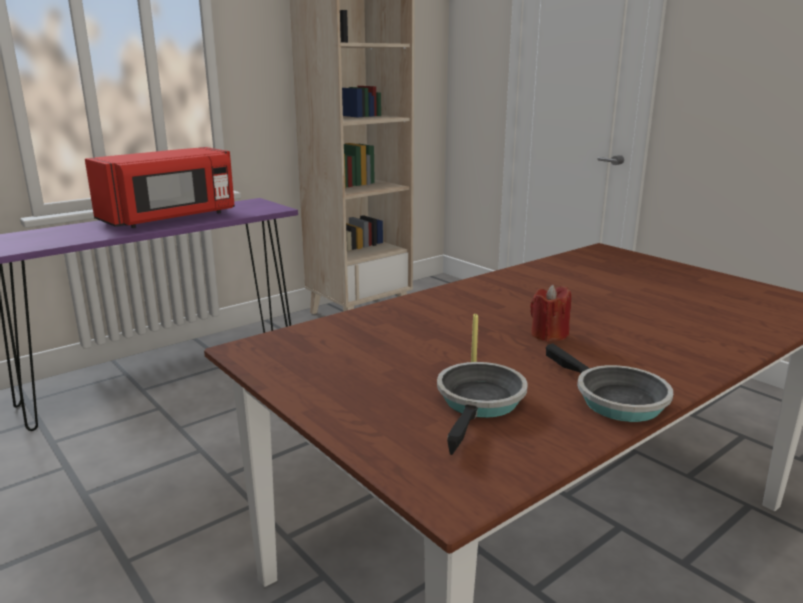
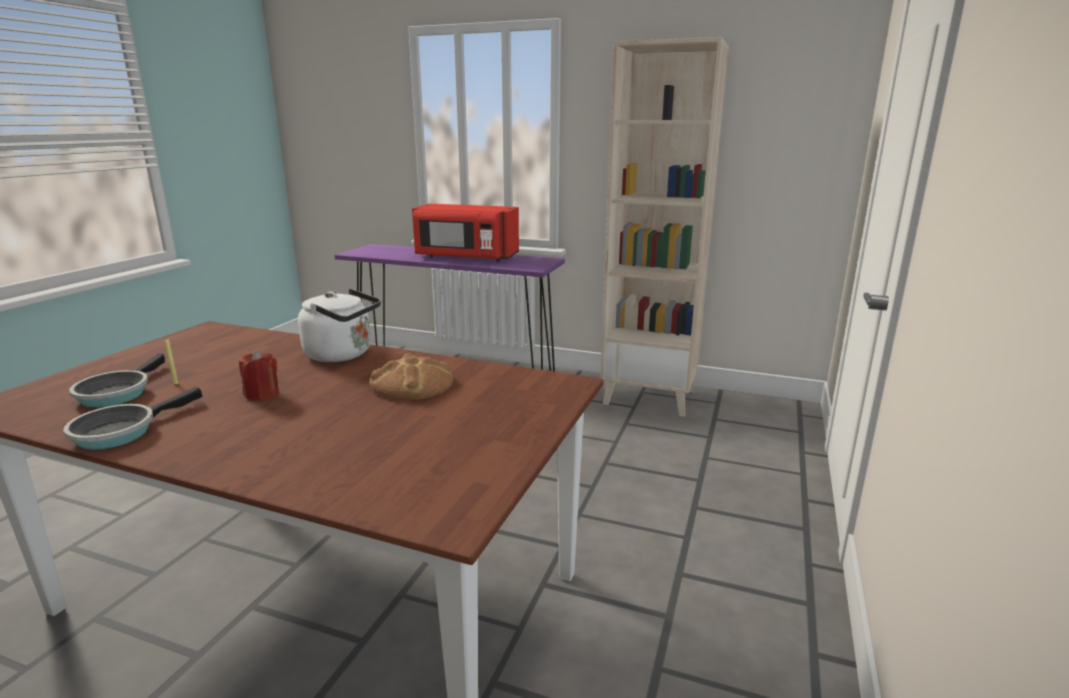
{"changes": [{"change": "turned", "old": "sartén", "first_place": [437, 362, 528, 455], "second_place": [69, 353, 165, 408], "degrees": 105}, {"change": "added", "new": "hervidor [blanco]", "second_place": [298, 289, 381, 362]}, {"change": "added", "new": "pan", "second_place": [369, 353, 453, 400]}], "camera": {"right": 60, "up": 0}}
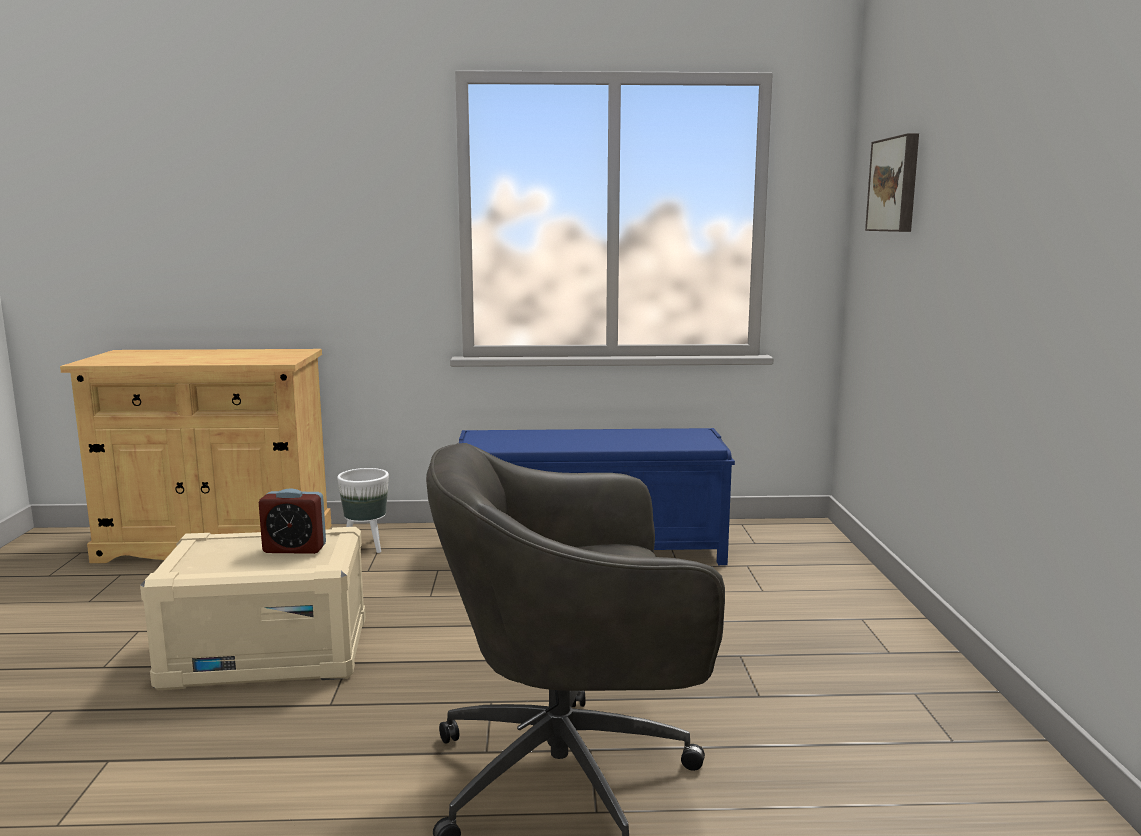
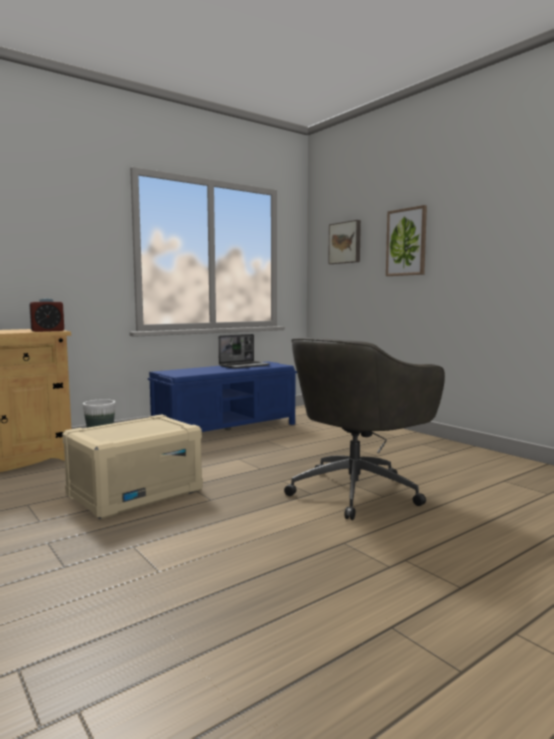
{"changes": [{"change": "moved", "old": "despertador", "first_place": [259, 488, 326, 554], "second_place": [29, 298, 64, 332]}, {"change": "added", "new": "portátil", "second_place": [218, 334, 270, 369]}, {"change": "added", "new": "cuadro", "second_place": [386, 205, 427, 276]}], "camera": {"right": -35, "up": -5}}
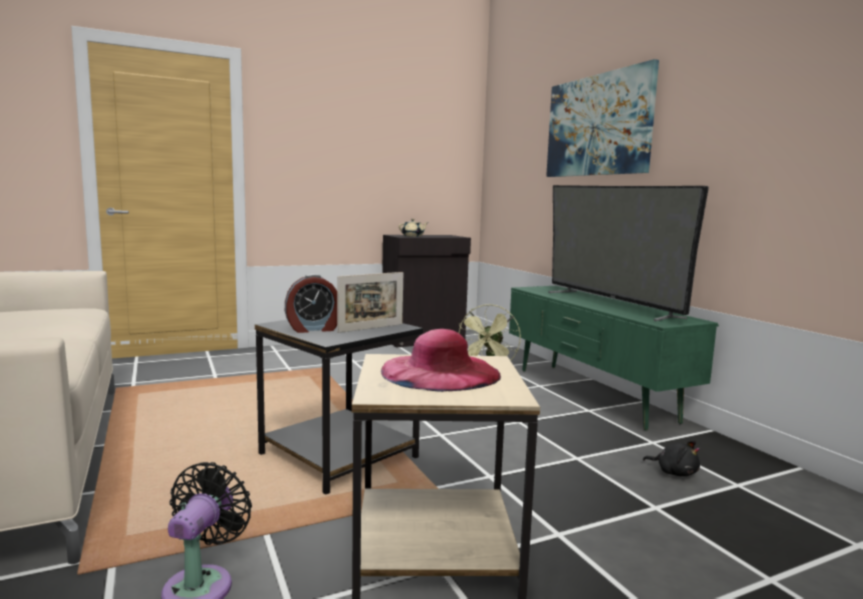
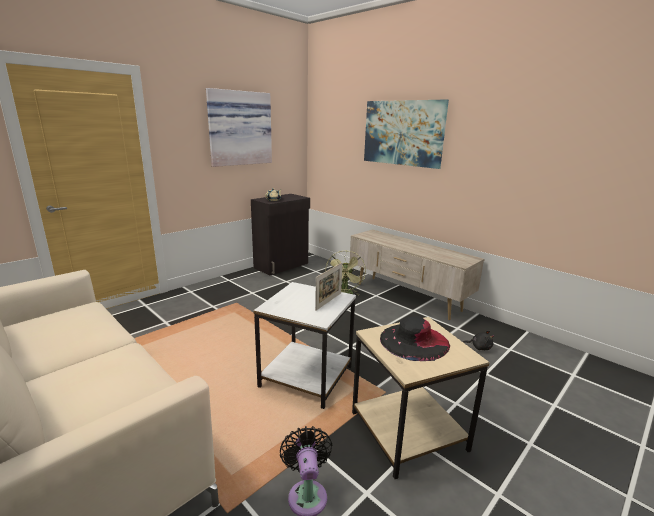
{"changes": [{"change": "added", "new": "cuadro", "second_place": [206, 88, 272, 167]}, {"change": "recoloured", "old": "mesa auxiliar [negro]", "new": "mesa auxiliar [blanco]", "first_place": [255, 320, 423, 494], "second_place": [253, 282, 356, 409]}, {"change": "recoloured", "old": "mueble de televisión [verde]", "new": "mueble de televisión [beis]", "first_place": [509, 286, 719, 431], "second_place": [350, 230, 485, 320]}, {"change": "recoloured", "old": "sombrero [rosa]", "new": "sombrero [negro]", "first_place": [381, 329, 501, 392], "second_place": [380, 316, 450, 361]}, {"change": "removed", "old": "despertador", "first_place": [285, 274, 337, 333]}, {"change": "removed", "old": "televisor", "first_place": [548, 185, 709, 321]}], "camera": {"right": -20, "up": 10}}
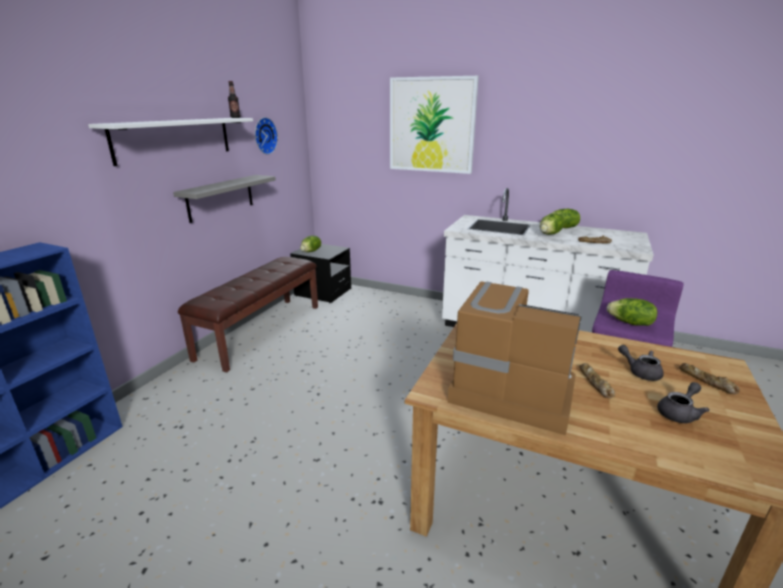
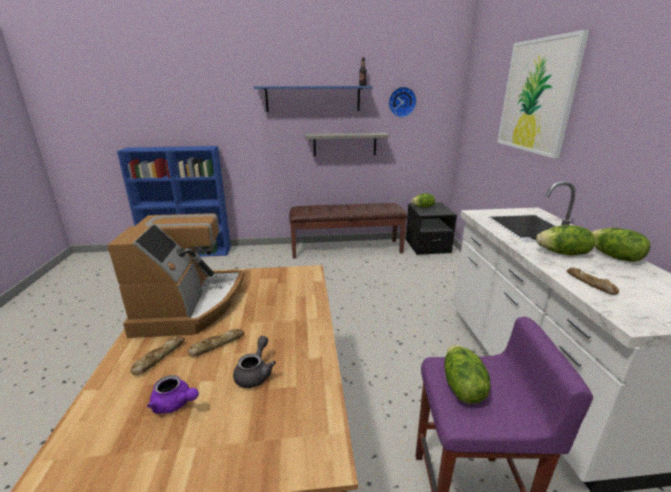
{"changes": [{"change": "moved", "old": "pan", "first_place": [679, 363, 740, 394], "second_place": [130, 336, 185, 375]}, {"change": "recoloured", "old": "tetera [gris]", "new": "tetera [morado]", "first_place": [657, 382, 710, 423], "second_place": [147, 375, 199, 414]}, {"change": "recoloured", "old": "estante [blanco]", "new": "estante [azul]", "first_place": [88, 118, 253, 166], "second_place": [254, 86, 372, 112]}], "camera": {"right": 60, "up": 0}}
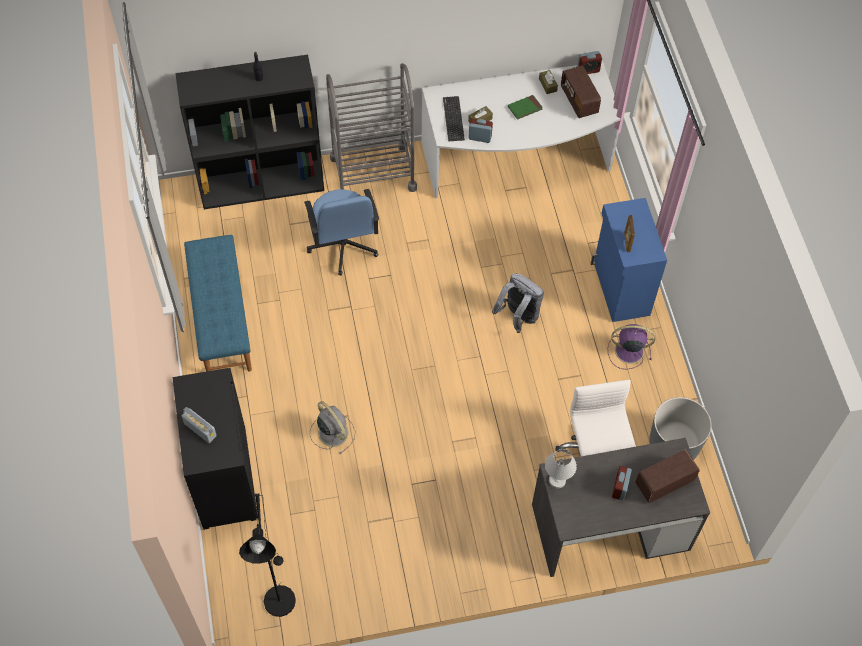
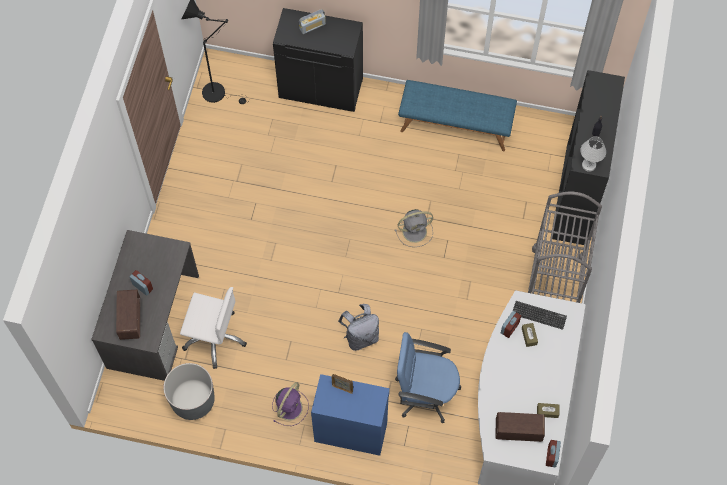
{"changes": [{"change": "moved", "old": "ventilador [gris]", "first_place": [310, 401, 355, 454], "second_place": [395, 209, 433, 247]}, {"change": "moved", "old": "silla de oficina [azul]", "first_place": [304, 189, 379, 276], "second_place": [395, 332, 461, 423]}, {"change": "moved", "old": "lámpara de mesa [blanco]", "first_place": [545, 449, 577, 488], "second_place": [580, 137, 606, 172]}, {"change": "removed", "old": "libro [verde]", "first_place": [508, 95, 543, 120]}], "camera": {"right": 115, "up": 5}}
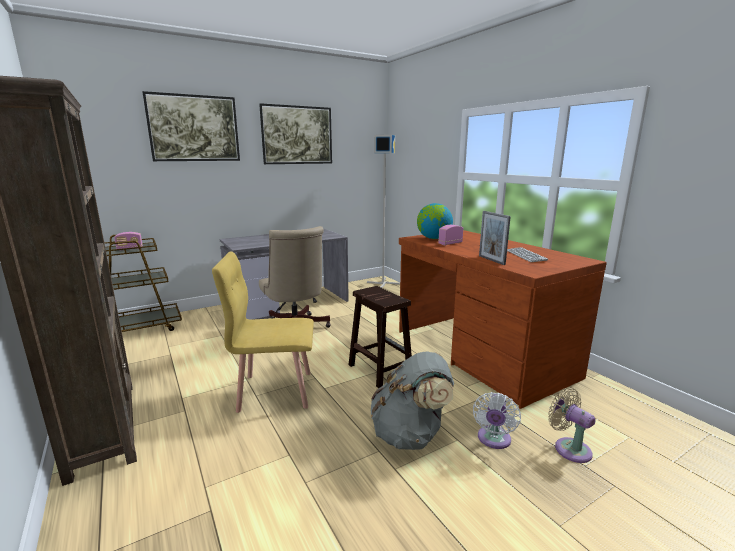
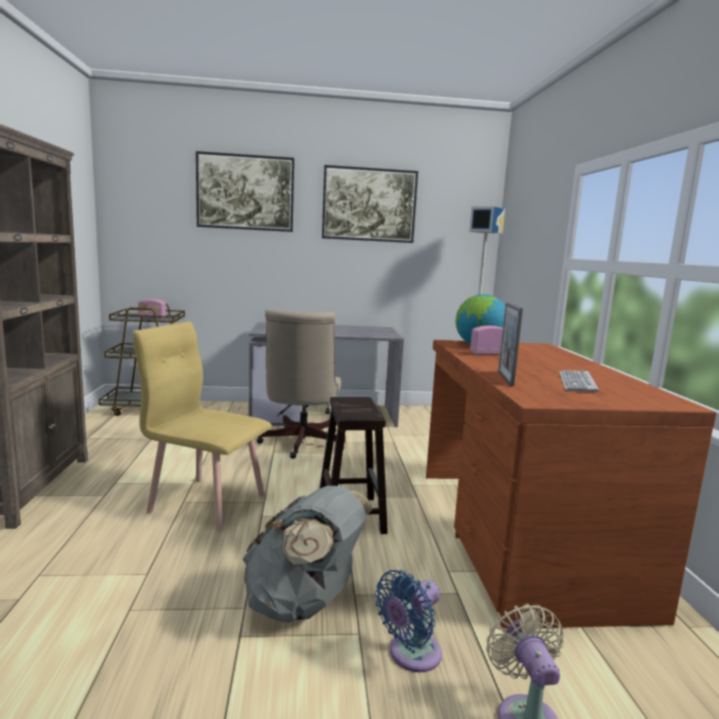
{"changes": [{"change": "recoloured", "old": "ventilador [blanco]", "new": "ventilador [azul]", "first_place": [473, 392, 521, 449], "second_place": [375, 570, 442, 672]}], "camera": {"right": 25, "up": -5}}
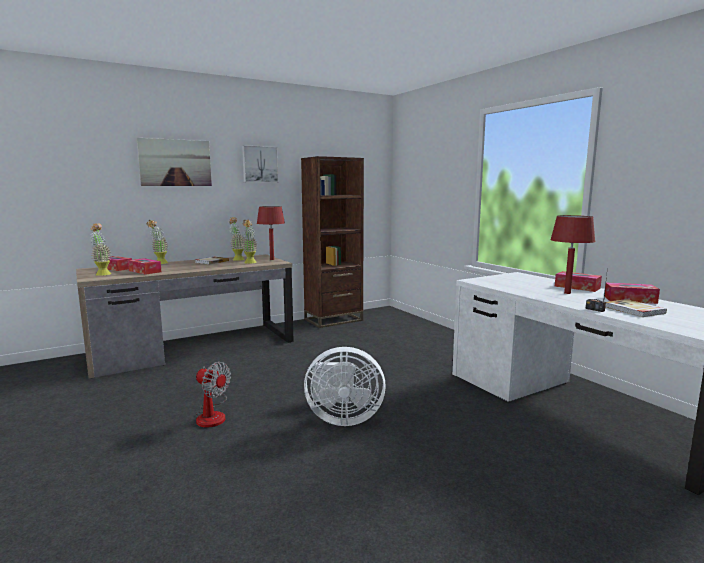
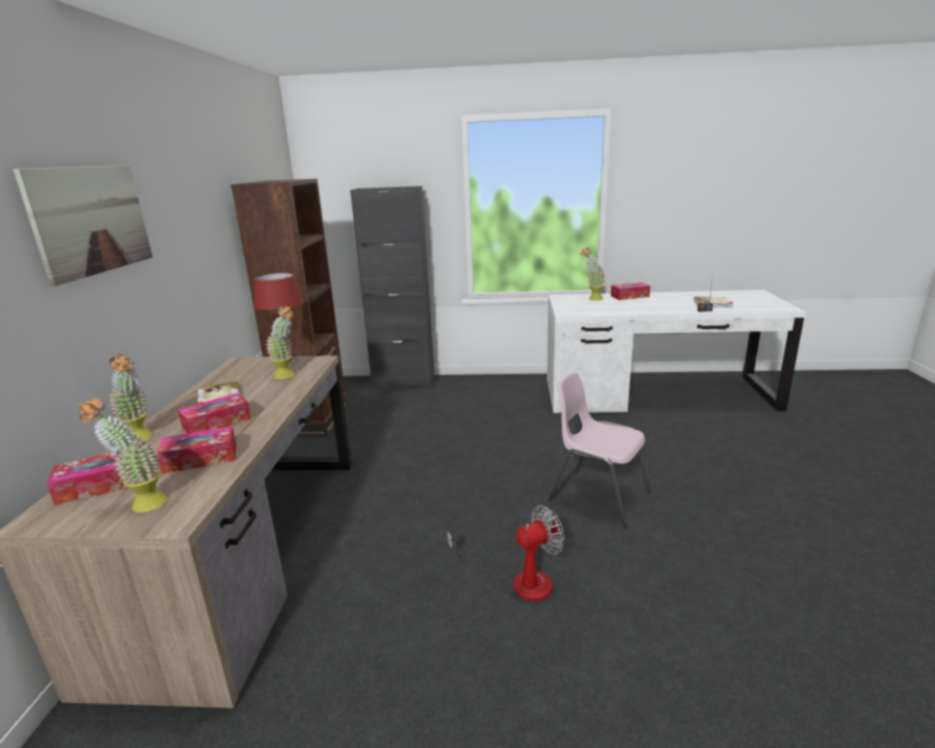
{"changes": [{"change": "moved", "old": "caja de pañuelos", "first_place": [605, 283, 660, 304], "second_place": [178, 393, 251, 433]}, {"change": "added", "new": "armario [negro]", "second_place": [350, 186, 435, 388]}, {"change": "replaced", "old": "ventilador [blanco]", "new": "silla [rosa]", "first_place": [304, 347, 386, 426], "second_place": [548, 372, 651, 529]}, {"change": "moved", "old": "planta en maceta", "first_place": [229, 217, 245, 261], "second_place": [581, 248, 606, 301]}, {"change": "removed", "old": "cuadro", "first_place": [242, 145, 279, 183]}, {"change": "removed", "old": "lámpara de mesa [rojo]", "first_place": [550, 215, 596, 294]}], "camera": {"right": -55, "up": 10}}
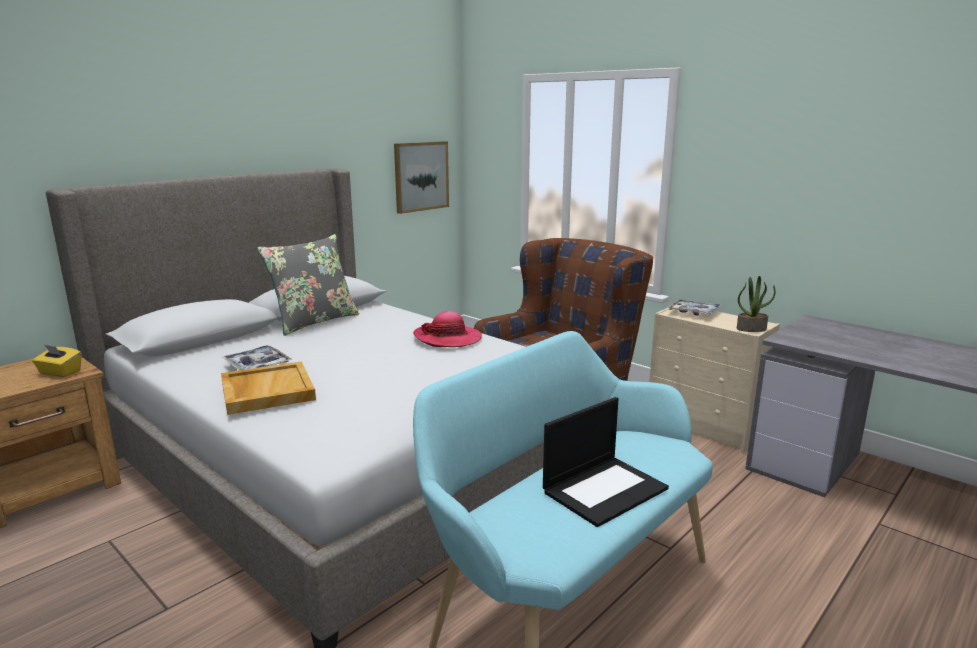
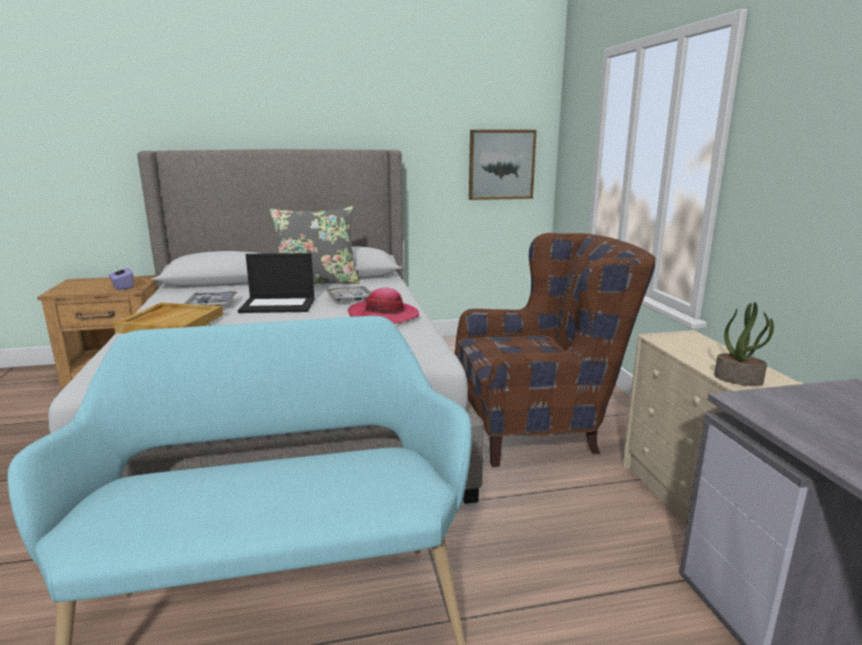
{"changes": [{"change": "recoloured", "old": "caja de pañuelos [amarillo]", "new": "caja de pañuelos [morado]", "first_place": [32, 344, 82, 377], "second_place": [109, 268, 134, 290]}, {"change": "moved", "old": "portátil", "first_place": [543, 397, 669, 527], "second_place": [238, 253, 315, 313]}, {"change": "moved", "old": "bandeja", "first_place": [667, 299, 722, 316], "second_place": [325, 286, 372, 301]}], "camera": {"right": 35, "up": 0}}
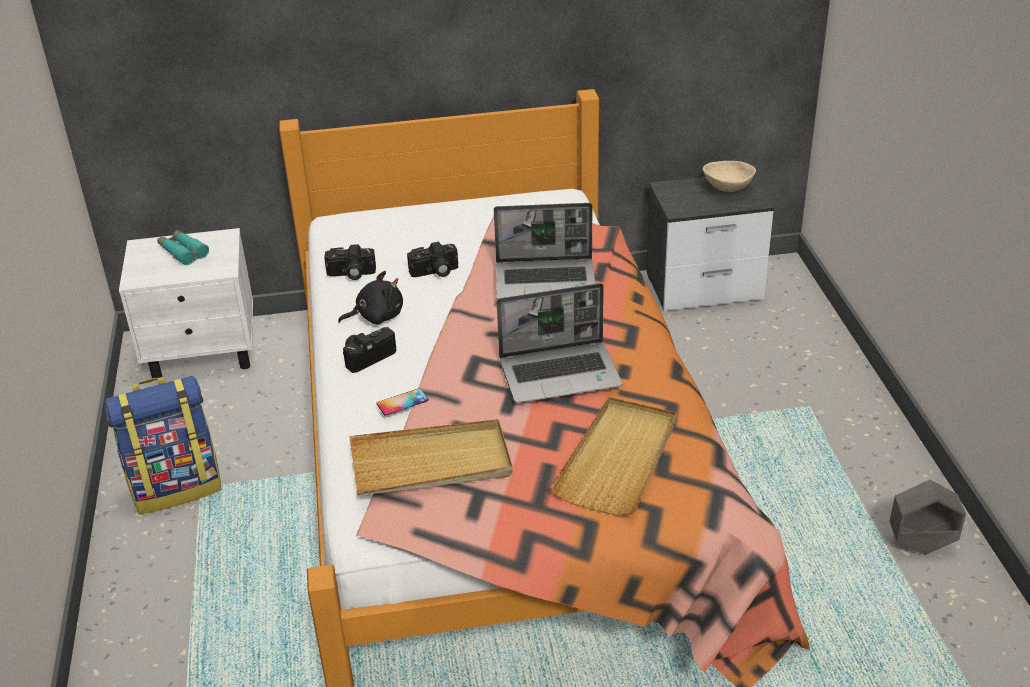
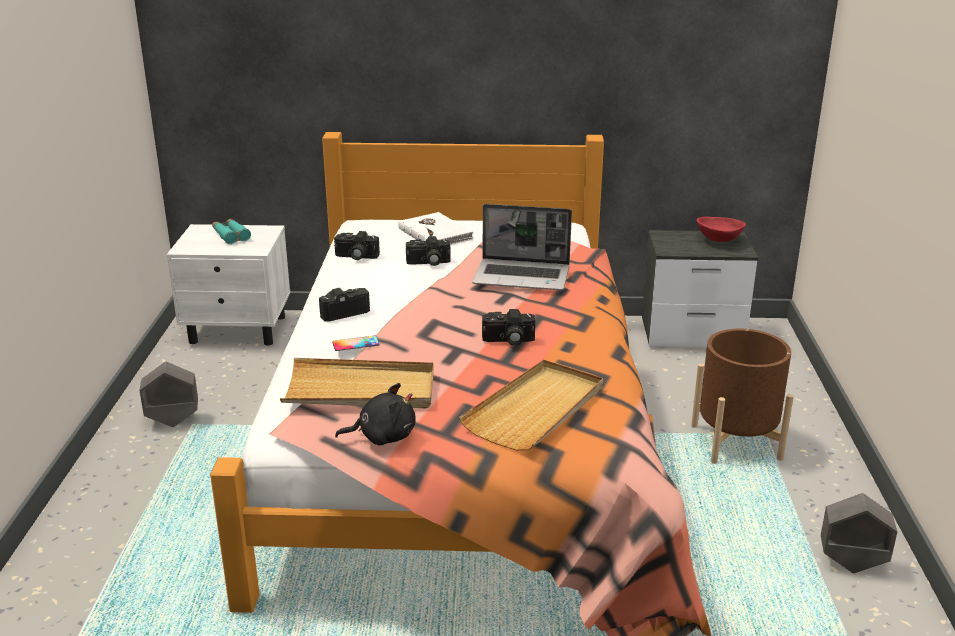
{"changes": [{"change": "replaced", "old": "mochila", "new": "maceta [gris]", "first_place": [105, 376, 222, 514], "second_place": [139, 362, 198, 427]}, {"change": "moved", "old": "peluche [negro]", "first_place": [338, 271, 403, 324], "second_place": [335, 383, 416, 445]}, {"change": "added", "new": "libro [blanco]", "second_place": [398, 212, 474, 245]}, {"change": "replaced", "old": "portátil", "new": "cámara", "first_place": [497, 283, 623, 403], "second_place": [482, 309, 535, 346]}, {"change": "added", "new": "maceta [marrón]", "second_place": [691, 329, 794, 464]}, {"change": "recoloured", "old": "cuenco [beis]", "new": "cuenco [rojo]", "first_place": [703, 161, 756, 192], "second_place": [696, 217, 746, 242]}], "camera": {"right": 10, "up": -10}}
